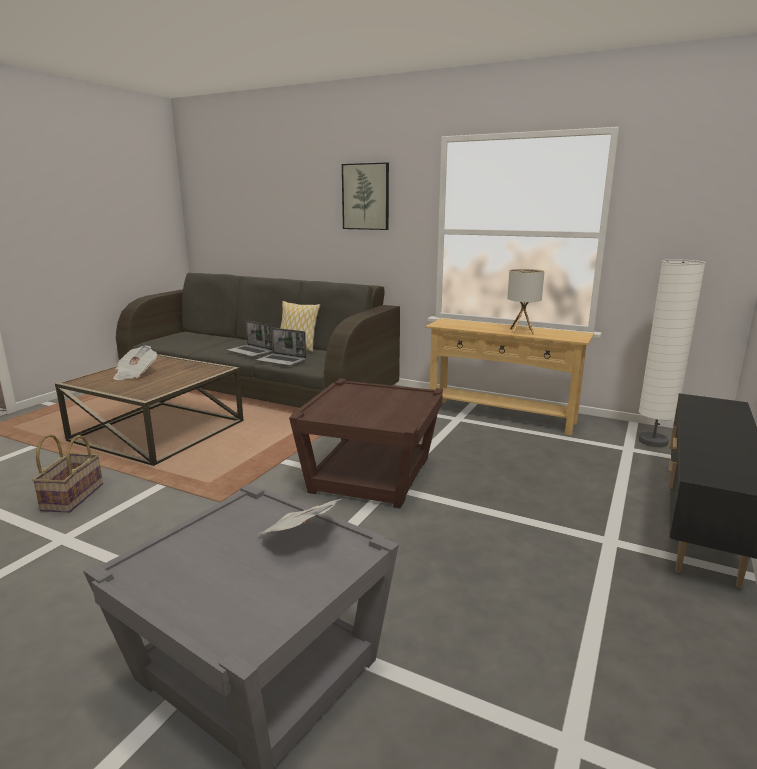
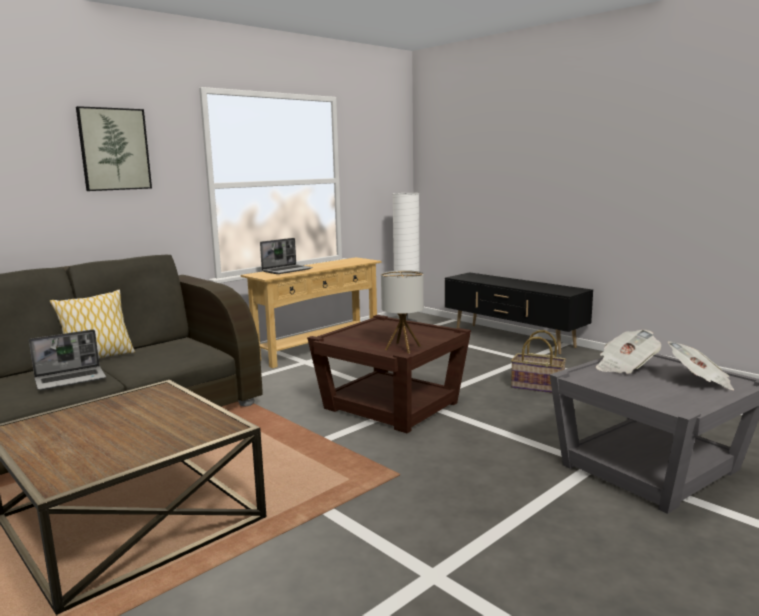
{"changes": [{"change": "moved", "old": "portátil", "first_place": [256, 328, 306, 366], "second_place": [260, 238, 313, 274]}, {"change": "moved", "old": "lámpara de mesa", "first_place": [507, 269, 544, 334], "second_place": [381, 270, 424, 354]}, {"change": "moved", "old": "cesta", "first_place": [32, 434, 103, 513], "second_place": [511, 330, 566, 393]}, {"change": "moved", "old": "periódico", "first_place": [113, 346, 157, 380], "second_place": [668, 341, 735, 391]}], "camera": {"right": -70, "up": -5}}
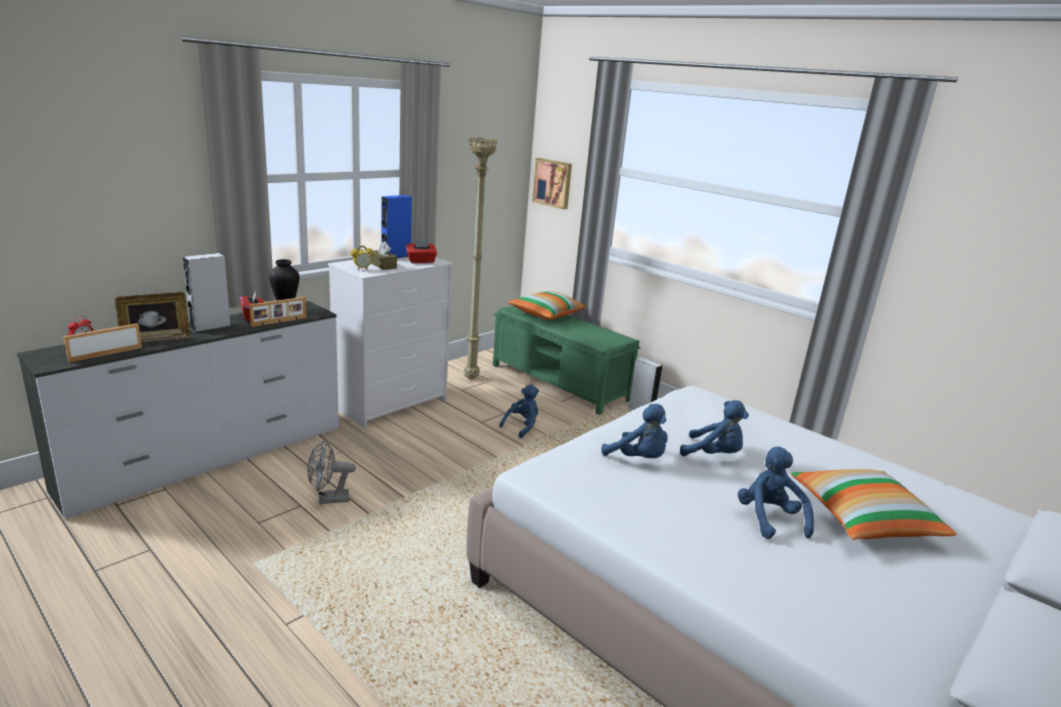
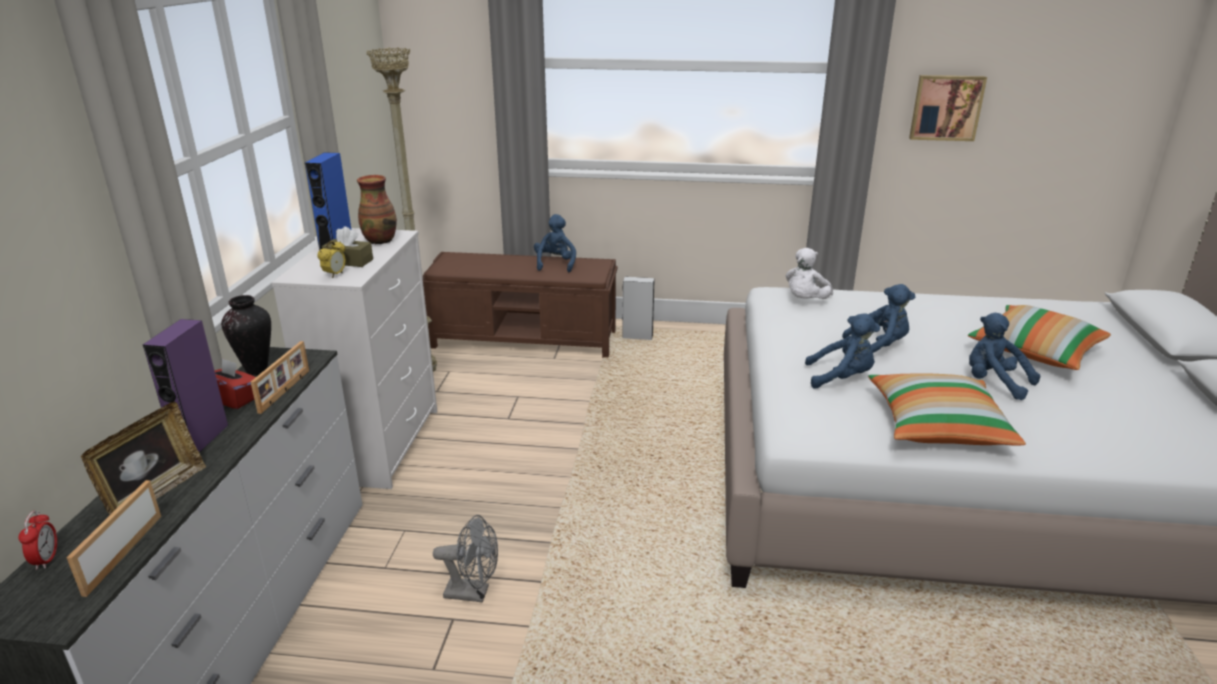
{"changes": [{"change": "recoloured", "old": "altavoz [gris]", "new": "altavoz [morado]", "first_place": [183, 253, 231, 333], "second_place": [143, 319, 229, 453]}, {"change": "replaced", "old": "caja de pañuelos [rojo]", "new": "florero", "first_place": [406, 240, 437, 263], "second_place": [357, 175, 397, 244]}, {"change": "recoloured", "old": "banco [verde]", "new": "banco [marrón]", "first_place": [493, 306, 640, 415], "second_place": [423, 252, 618, 358]}, {"change": "turned", "old": "ventilador [gris]", "first_place": [307, 440, 356, 504], "second_place": [433, 515, 498, 602], "degrees": -120}, {"change": "moved", "old": "peluche [azul]", "first_place": [499, 385, 539, 438], "second_place": [534, 214, 576, 273]}, {"change": "added", "new": "peluche [blanco]", "second_place": [786, 248, 833, 299]}, {"change": "moved", "old": "cojín", "first_place": [508, 291, 587, 320], "second_place": [868, 373, 1026, 446]}, {"change": "moved", "old": "cuadro", "first_place": [532, 158, 572, 209], "second_place": [909, 75, 987, 141]}], "camera": {"right": -35, "up": 5}}
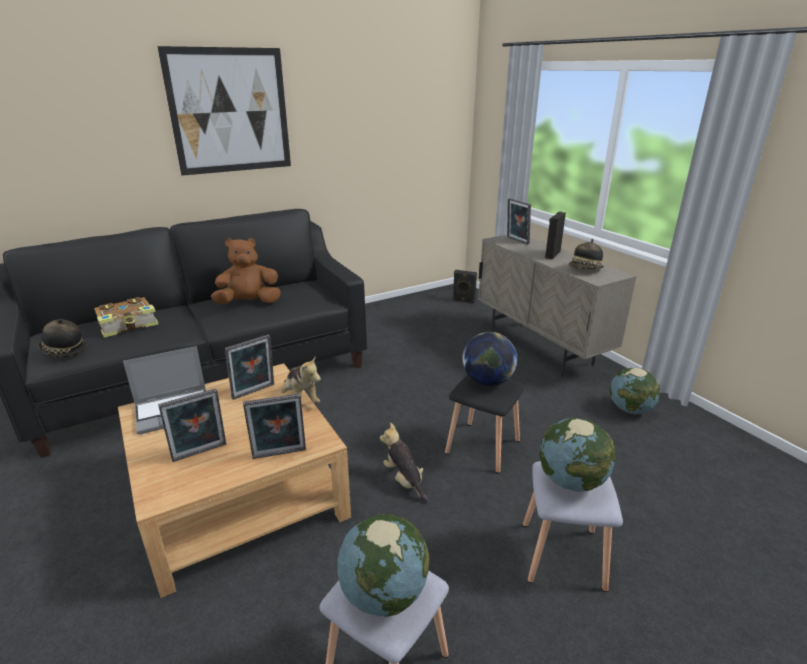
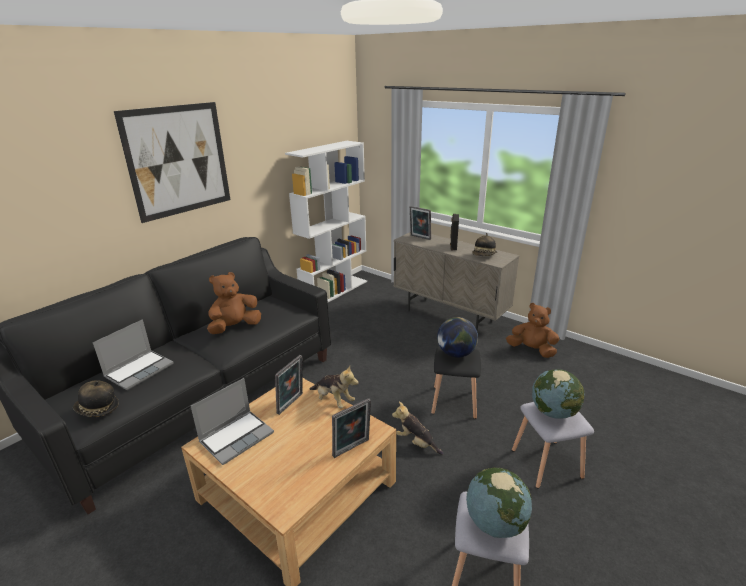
{"changes": [{"change": "replaced", "old": "libro", "new": "portátil", "first_place": [94, 297, 158, 338], "second_place": [93, 319, 174, 390]}, {"change": "added", "new": "estantería [blanco]", "second_place": [285, 141, 367, 302]}, {"change": "replaced", "old": "globo terráqueo", "new": "peluche [marrón]", "first_place": [609, 368, 660, 414], "second_place": [506, 303, 559, 358]}, {"change": "removed", "old": "portarretratos", "first_place": [158, 388, 226, 462]}, {"change": "removed", "old": "altavoz [negro]", "first_place": [453, 270, 477, 303]}], "camera": {"right": -20, "up": 0}}
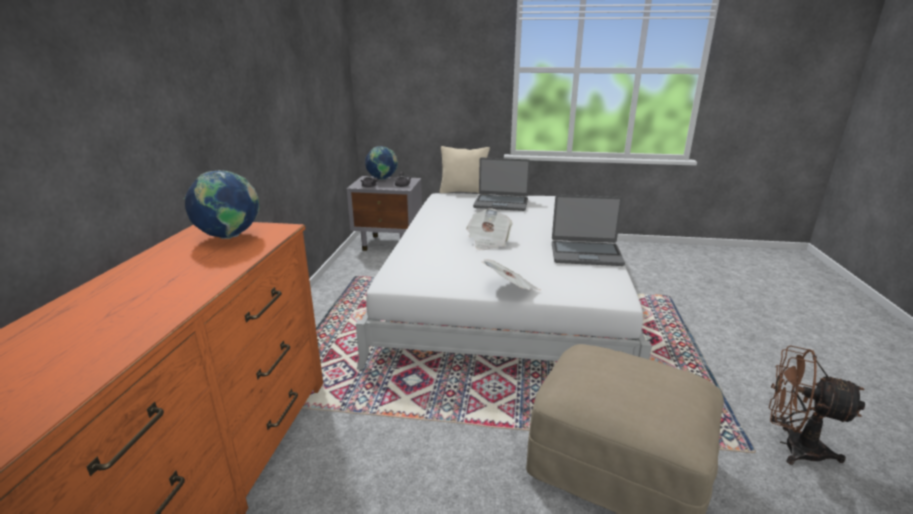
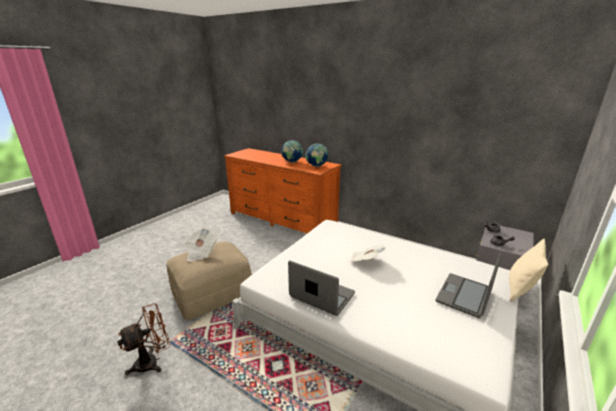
{"changes": [{"change": "moved", "old": "periódico", "first_place": [482, 259, 541, 291], "second_place": [185, 228, 217, 261]}, {"change": "moved", "old": "globo terráqueo", "first_place": [365, 146, 398, 180], "second_place": [281, 140, 303, 163]}, {"change": "turned", "old": "portátil", "first_place": [552, 195, 625, 266], "second_place": [288, 260, 355, 316], "degrees": 90}], "camera": {"right": 115, "up": 0}}
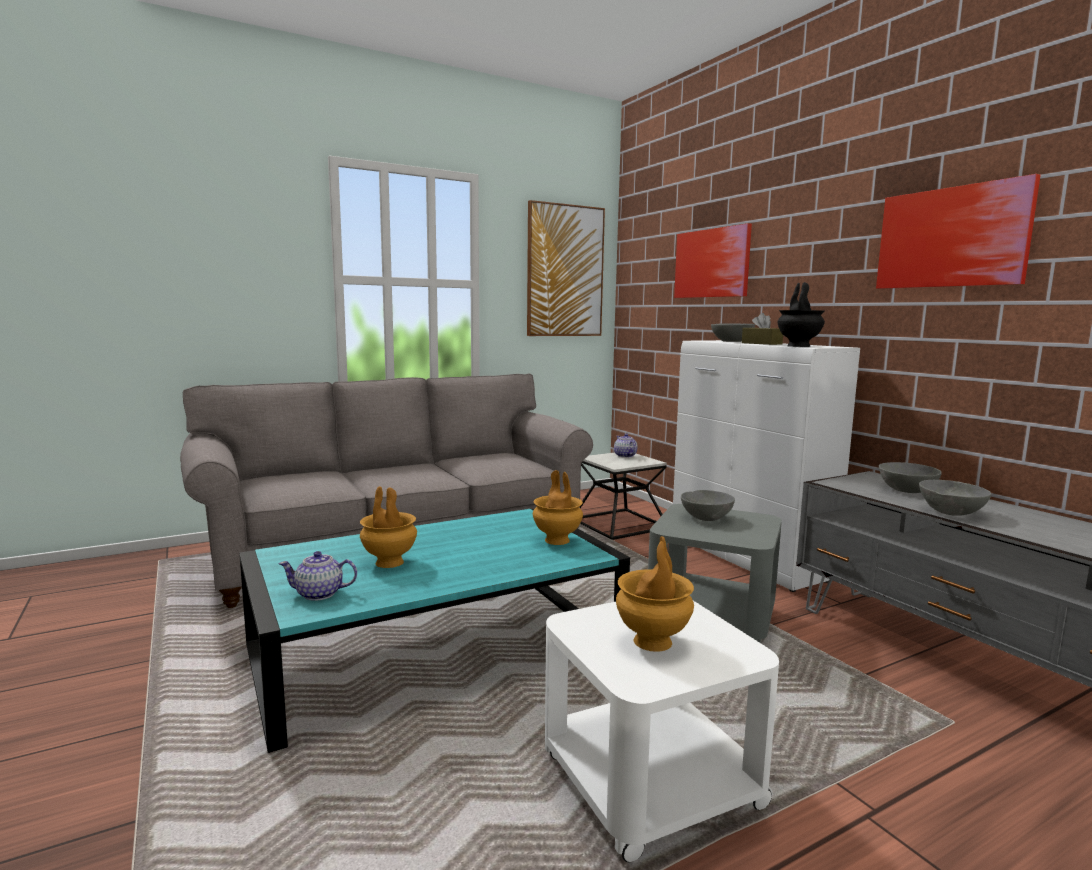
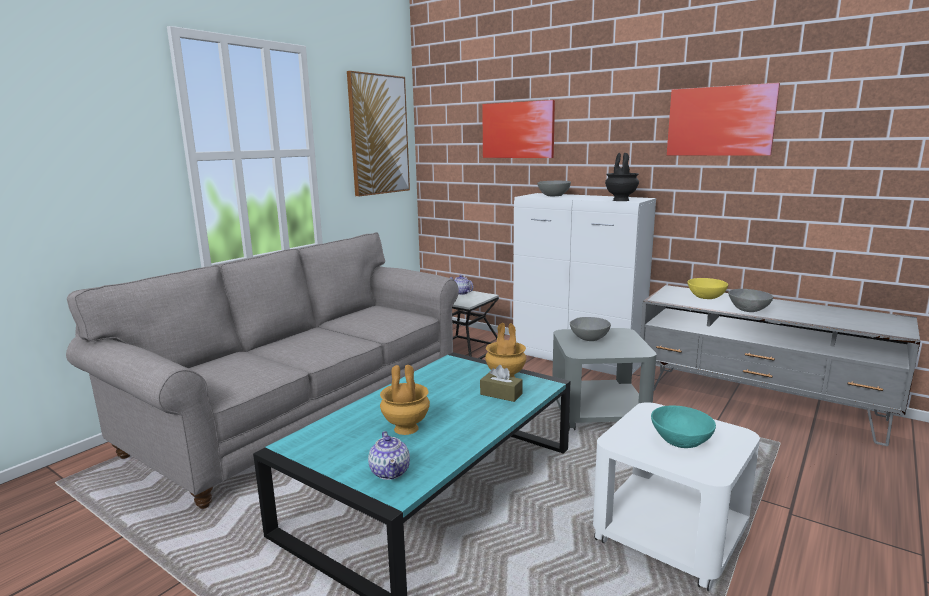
{"changes": [{"change": "turned", "old": "tetera", "first_place": [279, 551, 357, 601], "second_place": [368, 431, 410, 480], "degrees": -75}, {"change": "moved", "old": "caja de pañuelos [marrón]", "first_place": [742, 313, 783, 345], "second_place": [480, 365, 523, 402]}, {"change": "replaced", "old": "florero [marrón]", "new": "cuenco [turquesa]", "first_place": [616, 536, 694, 652], "second_place": [651, 405, 716, 448]}, {"change": "recoloured", "old": "cuenco [gris]", "new": "cuenco [amarillo]", "first_place": [879, 462, 942, 493], "second_place": [687, 278, 728, 299]}], "camera": {"right": -25, "up": 5}}
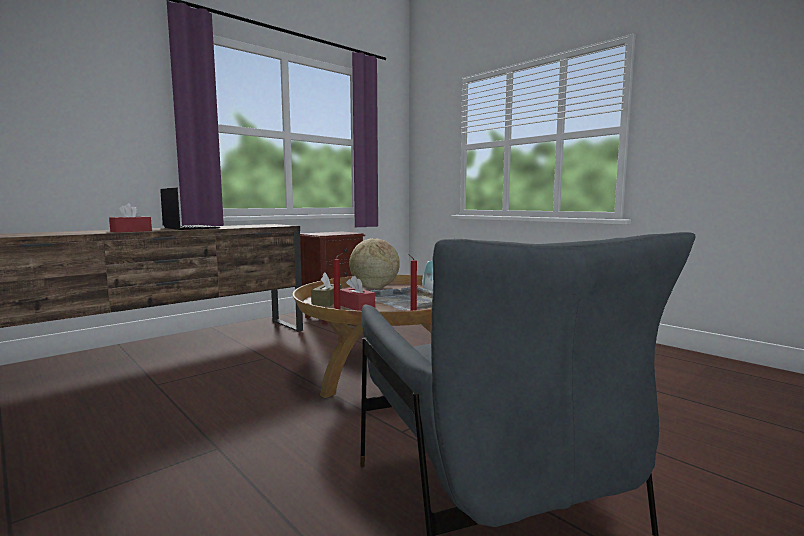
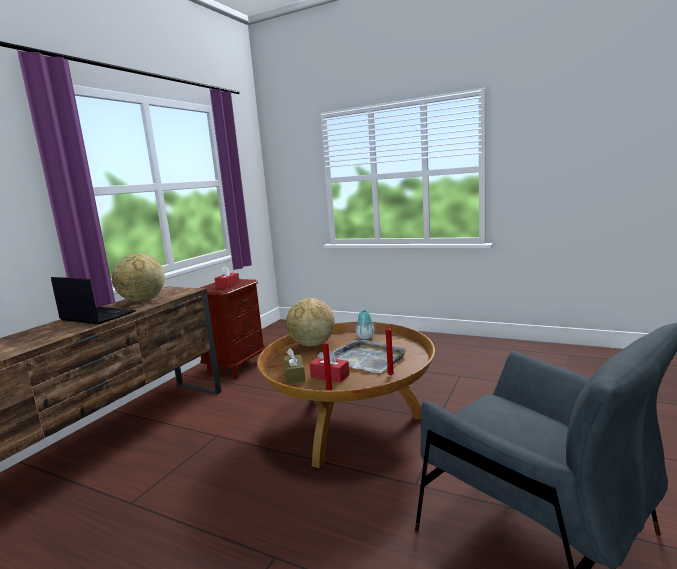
{"changes": [{"change": "added", "new": "globo terráqueo", "second_place": [112, 254, 165, 302]}, {"change": "moved", "old": "caja de pañuelos [rojo]", "first_place": [109, 203, 152, 233], "second_place": [215, 266, 240, 289]}], "camera": {"right": -20, "up": 5}}
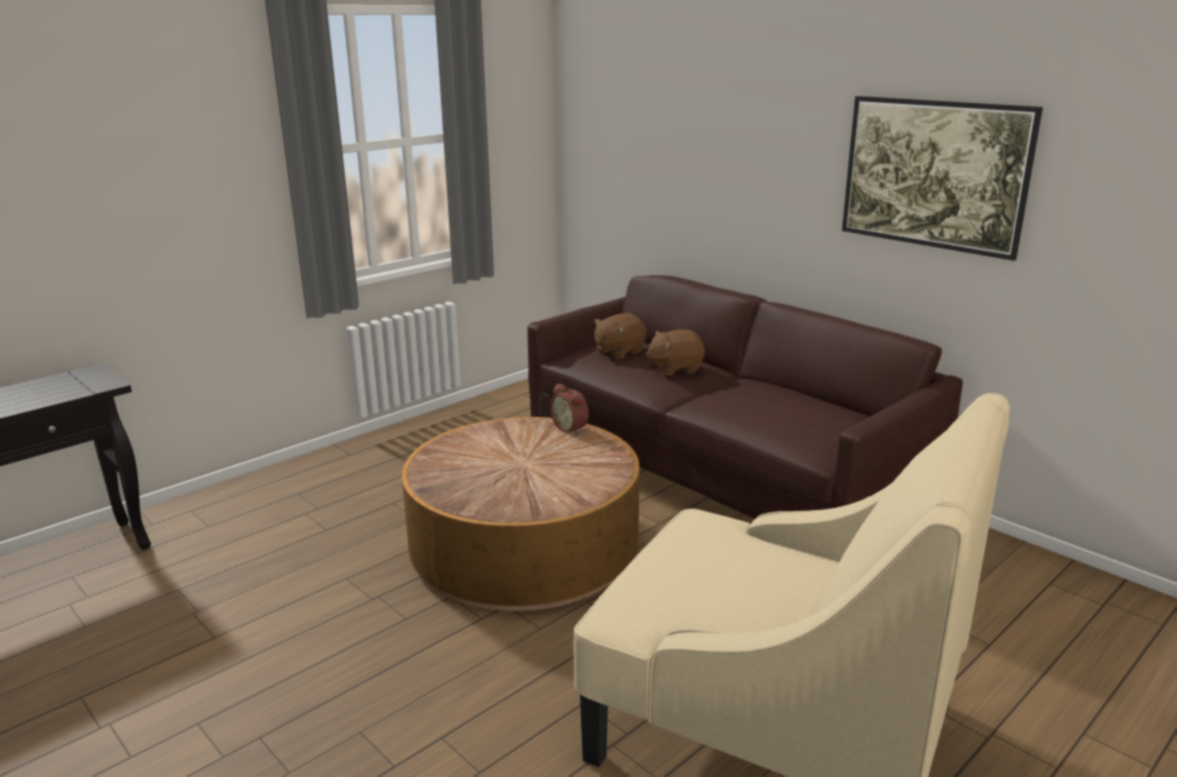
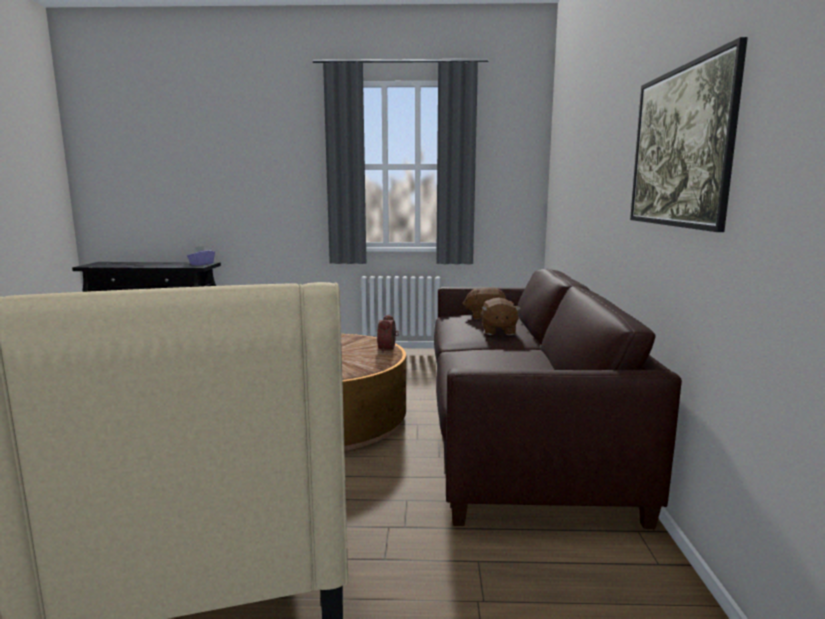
{"changes": [{"change": "added", "new": "caja de pañuelos [morado]", "second_place": [187, 246, 215, 265]}, {"change": "turned", "old": "peluche [marrón]", "first_place": [646, 329, 705, 375], "second_place": [481, 298, 521, 335], "degrees": -120}], "camera": {"right": 45, "up": -10}}
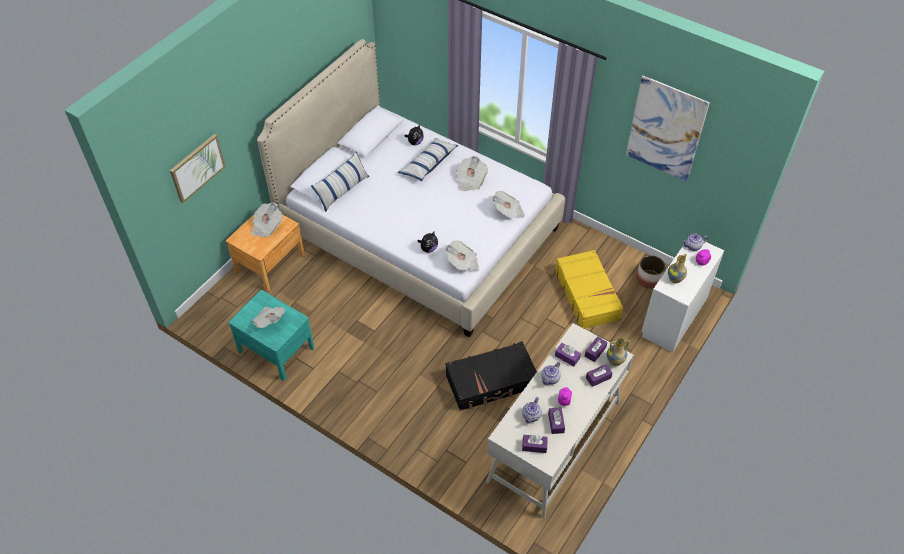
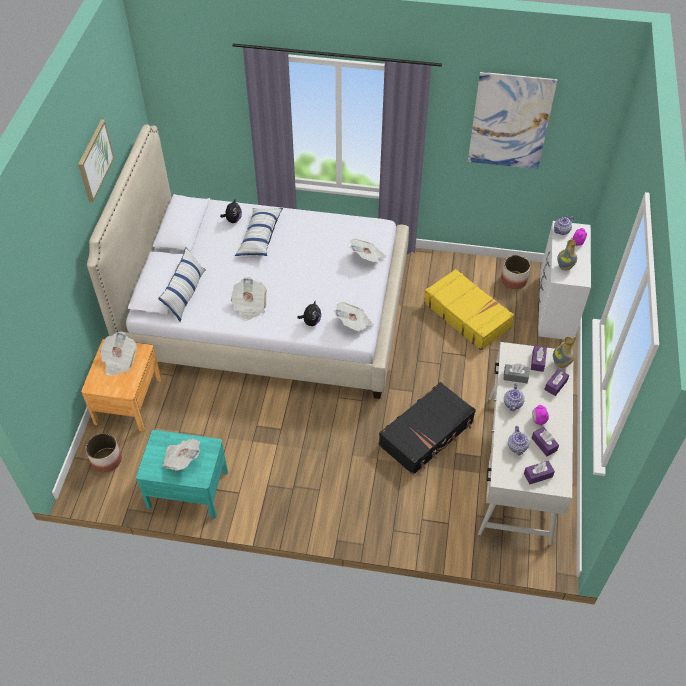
{"changes": [{"change": "moved", "old": "cuadro", "first_place": [170, 134, 225, 203], "second_place": [78, 120, 114, 202]}, {"change": "added", "new": "maceta", "second_place": [86, 433, 122, 473]}, {"change": "moved", "old": "periódico", "first_place": [456, 156, 488, 191], "second_place": [231, 277, 267, 321]}, {"change": "recoloured", "old": "caja de pañuelos [morado]", "new": "caja de pañuelos [gris]", "first_place": [555, 343, 581, 367], "second_place": [503, 364, 530, 383]}], "camera": {"right": -25, "up": 0}}
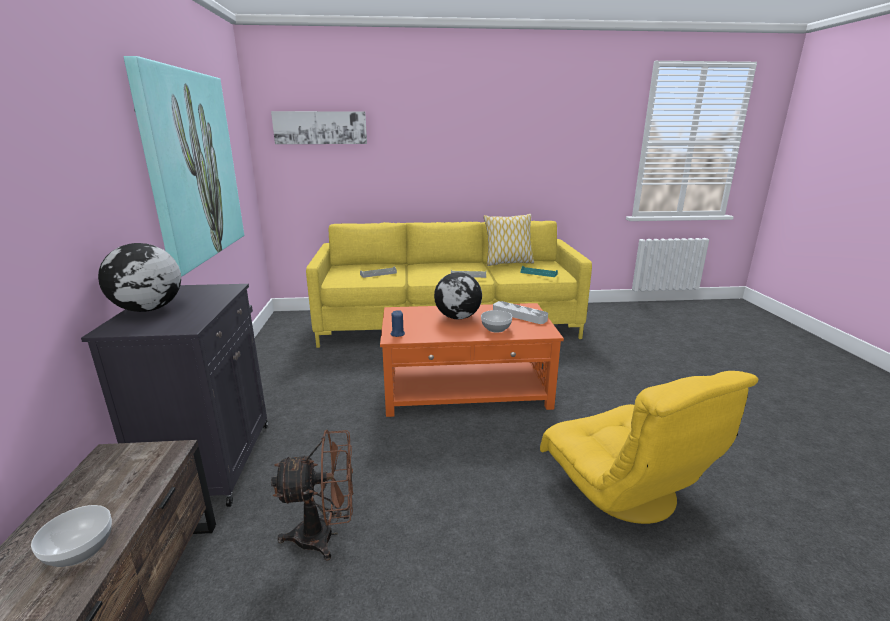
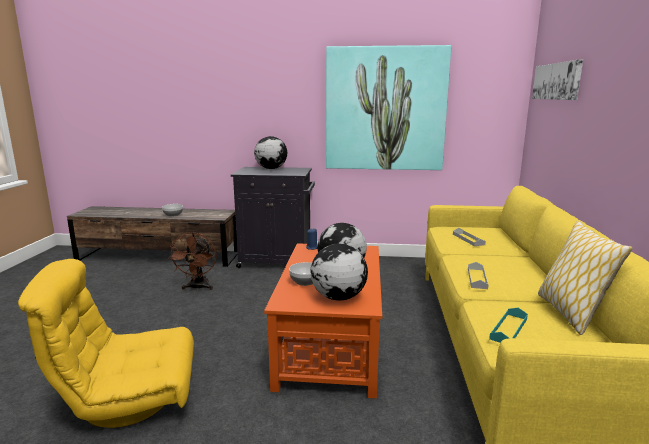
{"changes": [{"change": "replaced", "old": "bandeja [gris]", "new": "globo terráqueo", "first_place": [493, 301, 548, 324], "second_place": [310, 244, 368, 300]}], "camera": {"right": 100, "up": -5}}
